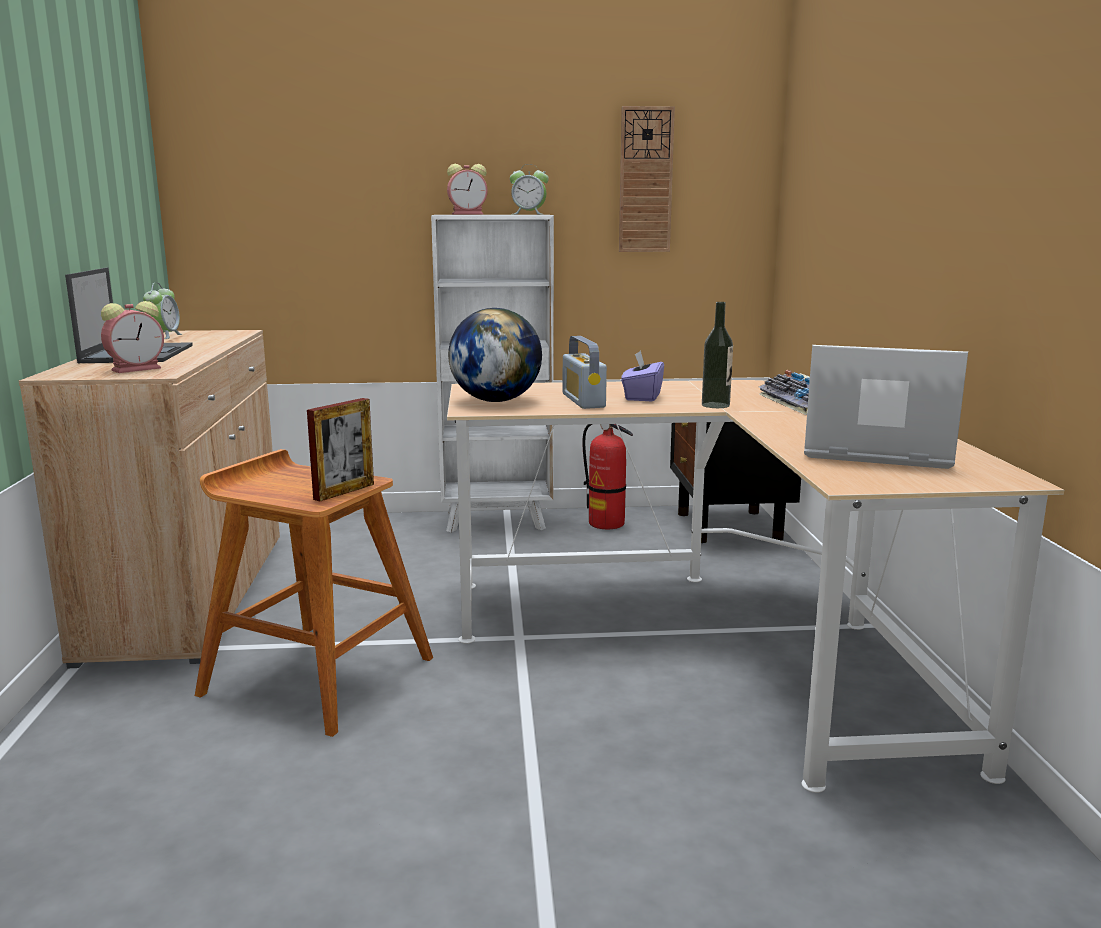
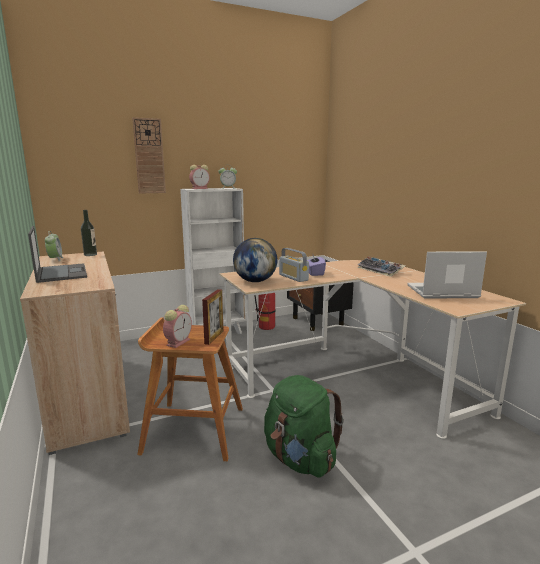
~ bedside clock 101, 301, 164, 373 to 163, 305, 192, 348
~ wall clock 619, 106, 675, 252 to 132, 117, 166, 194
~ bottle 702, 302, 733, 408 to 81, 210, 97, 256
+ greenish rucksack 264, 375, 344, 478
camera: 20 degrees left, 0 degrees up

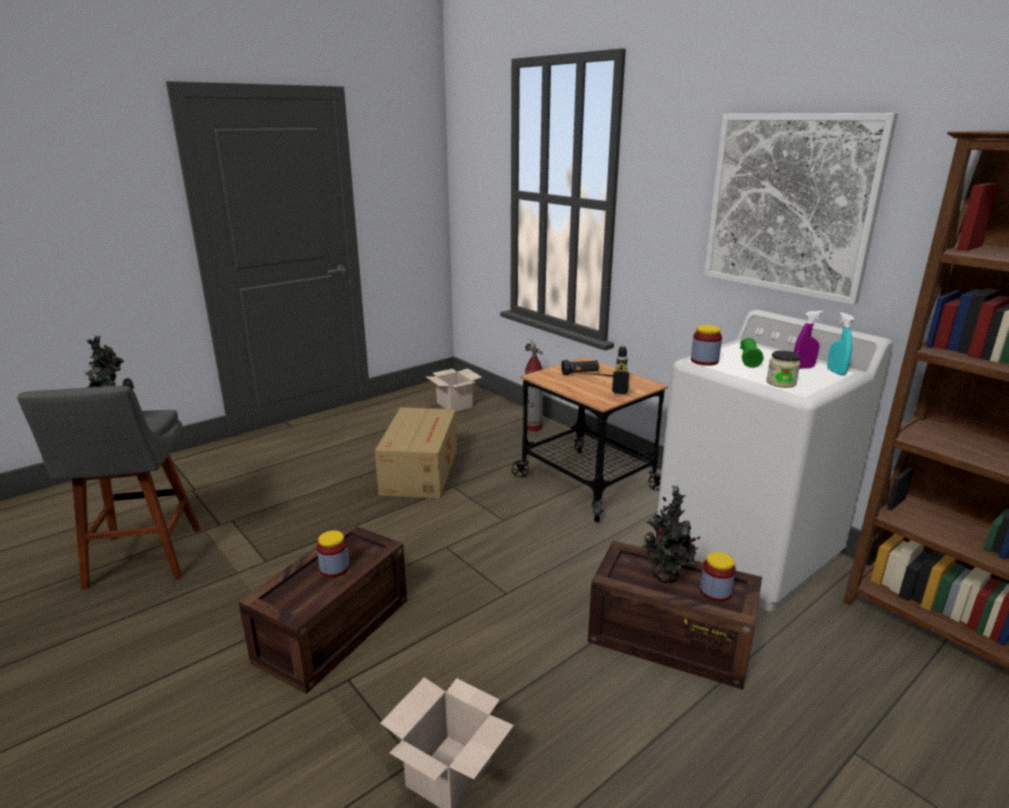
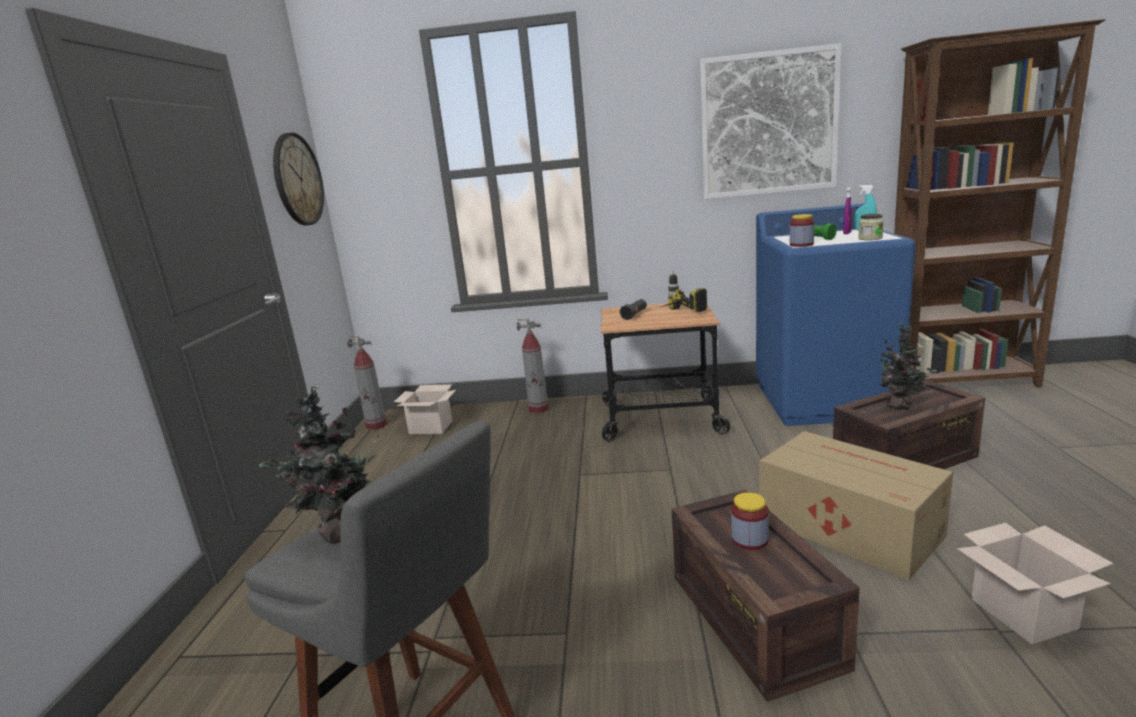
~ packing box 375, 407, 457, 498 to 759, 431, 953, 580
~ whitish laundry appliance 655, 310, 893, 611 to blue-coloured laundry appliance 756, 203, 916, 426
- preserve jar 700, 552, 736, 602
+ wall clock 273, 132, 324, 226
+ fire-fighting cylinder 347, 336, 387, 430
camera: 45 degrees left, 5 degrees down

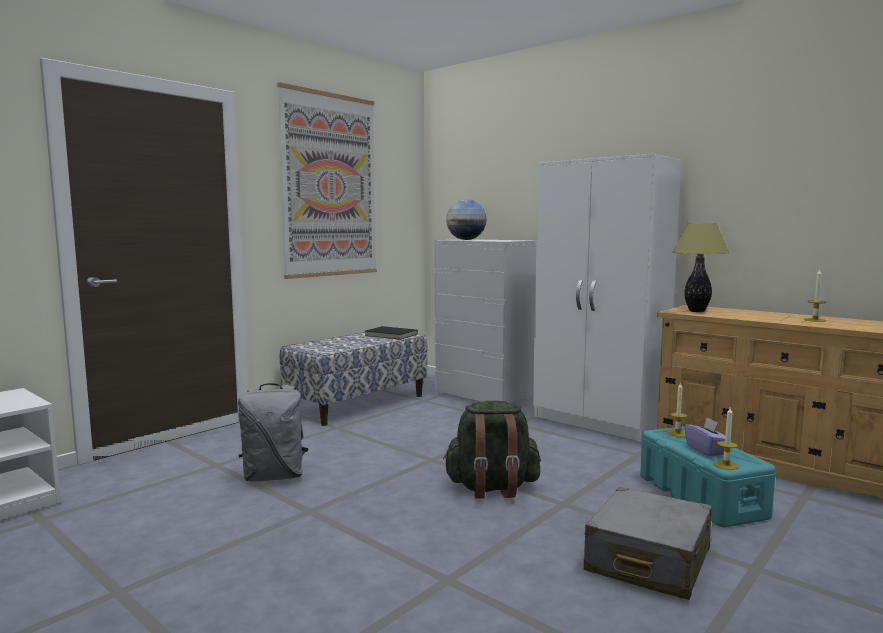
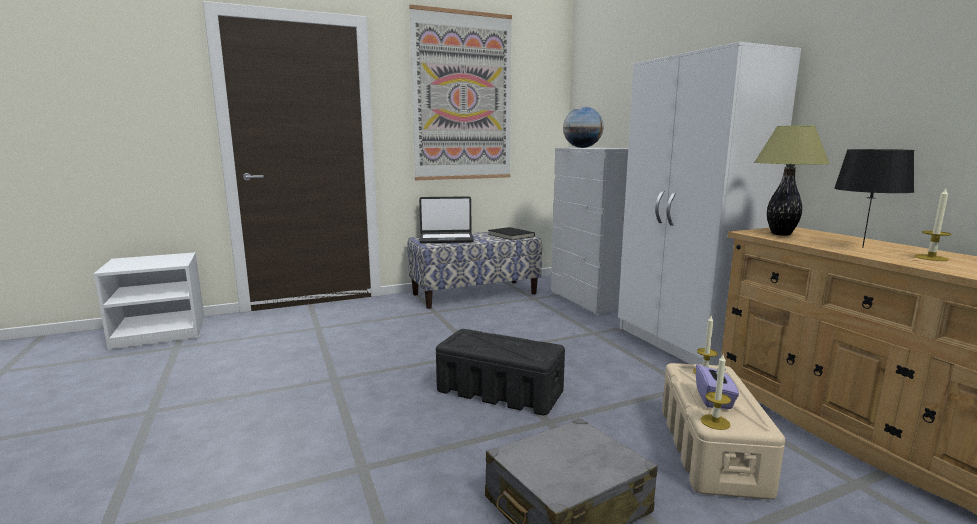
- greyish rucksack 238, 383, 309, 482
~ greenish rucksack 443, 401, 541, 499 to blackish storage container 436, 329, 565, 415
~ turquoise storage container 640, 426, 776, 527 to beige-coloured storage container 662, 363, 785, 499
+ portable computer 419, 196, 474, 243
+ blackish lamp for a table 834, 149, 915, 248
camera: 25 degrees right, 5 degrees up

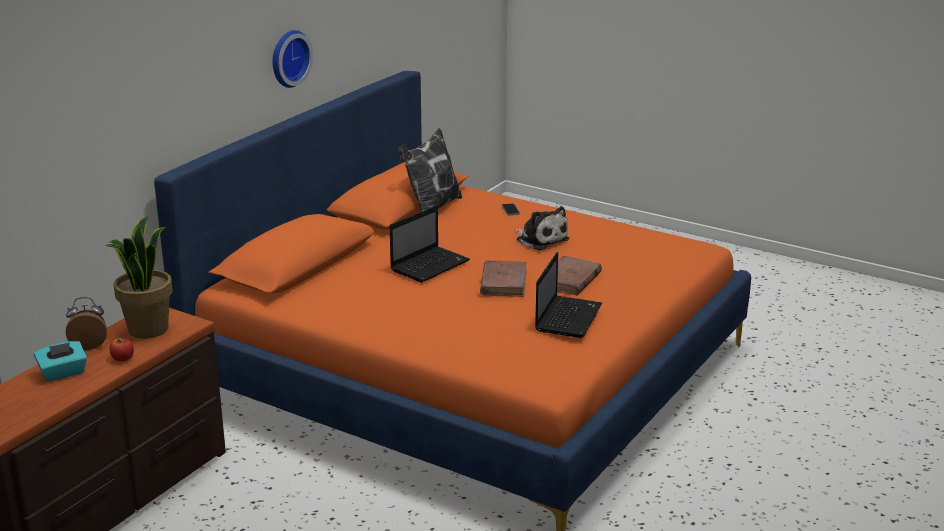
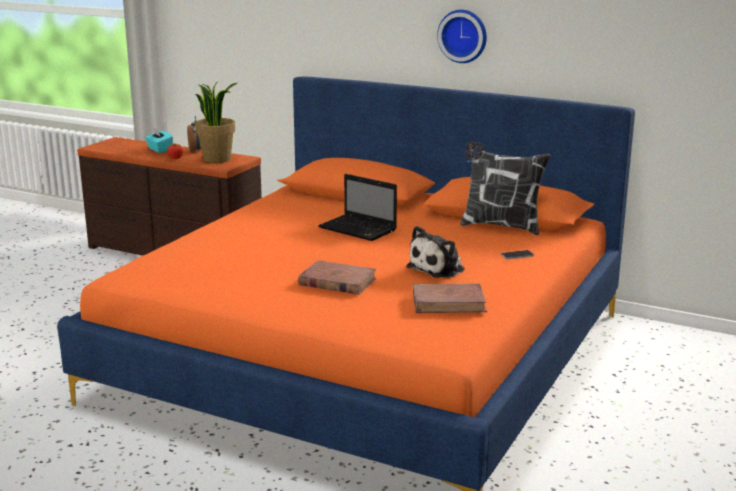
~ brown-coloured volume 480, 261, 527, 297 to 413, 284, 487, 313
- portable computer 535, 252, 602, 338
camera: 85 degrees right, 5 degrees down

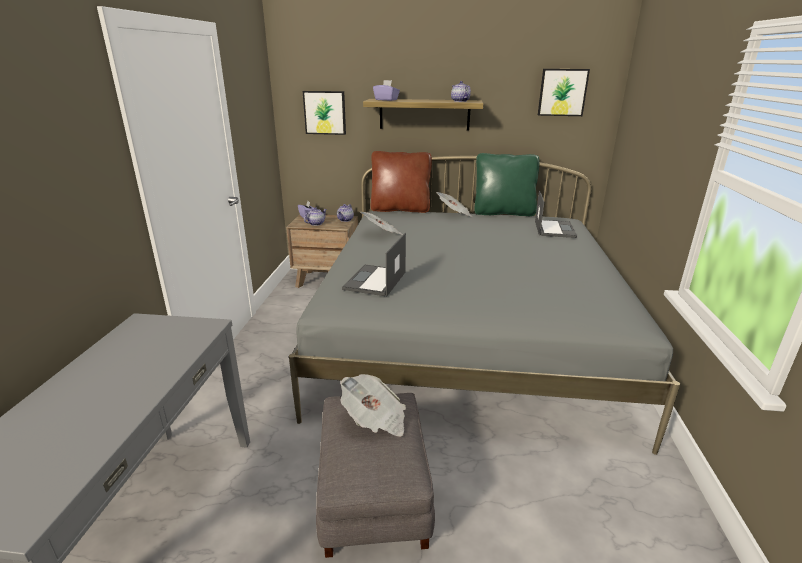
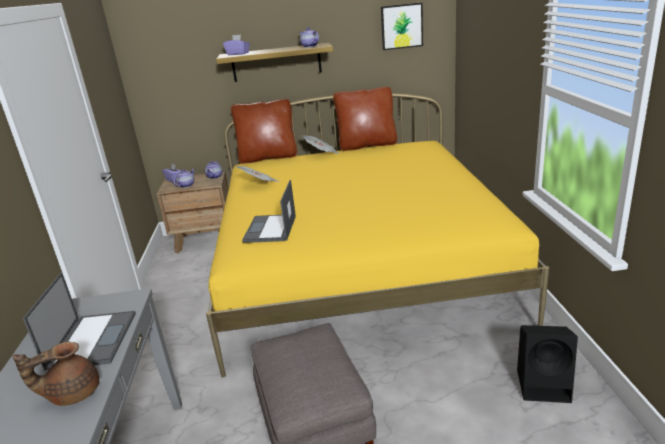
~ greyish bed 289, 156, 680, 455 to yellow-coloured bed 206, 93, 549, 377
- wall picture 303, 91, 346, 135
- printed paper 340, 374, 406, 437
~ greenish pillow 475, 153, 539, 216 to brown-coloured pillow 333, 87, 397, 151
~ portable computer 535, 190, 577, 238 to 23, 272, 136, 370
+ brown-coloured pot for tea 13, 341, 99, 406
+ blackish loudspeaker 517, 325, 578, 403
camera: 10 degrees left, 0 degrees up

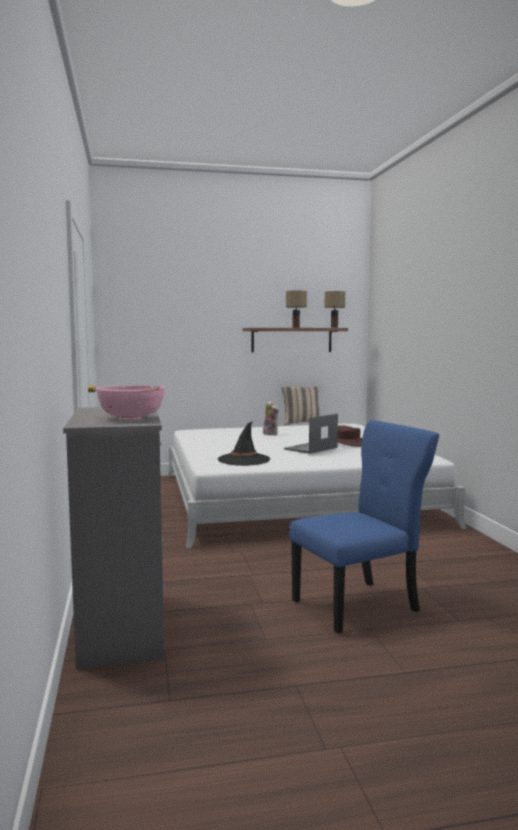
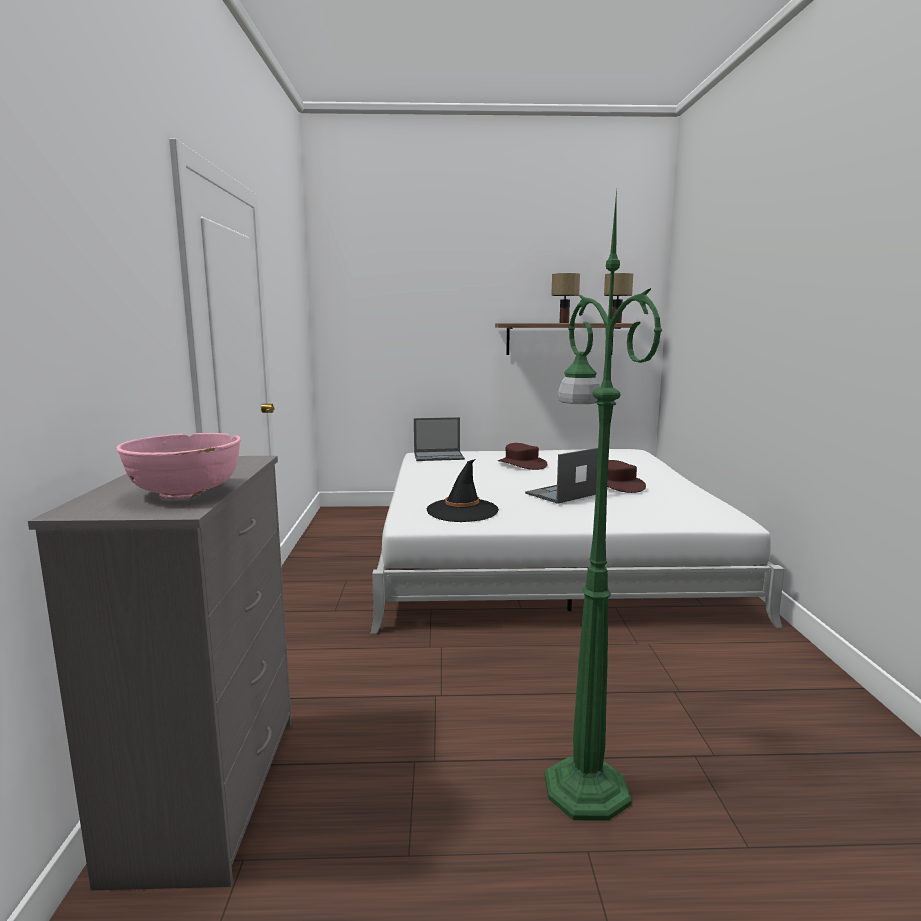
~ plush toy 261, 401, 279, 435 to brown-coloured hat 498, 443, 547, 470
- beige-coloured pillow 281, 385, 320, 425
~ blue-coloured upright chair 289, 420, 439, 633 to greenish standard lamp 545, 189, 663, 821
+ portable computer 414, 417, 465, 461
camera: 10 degrees right, 5 degrees up

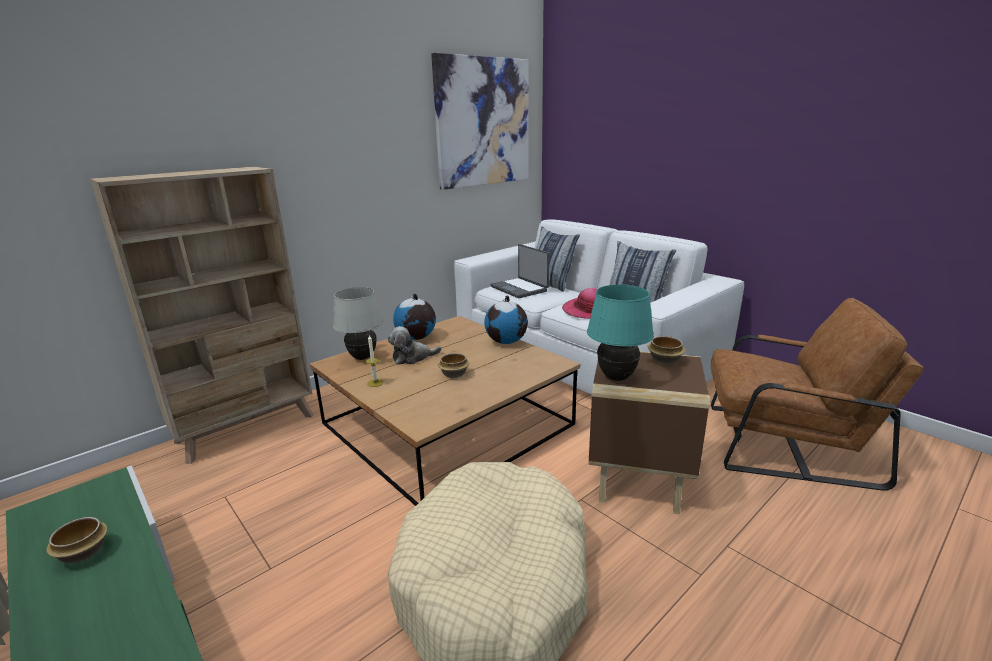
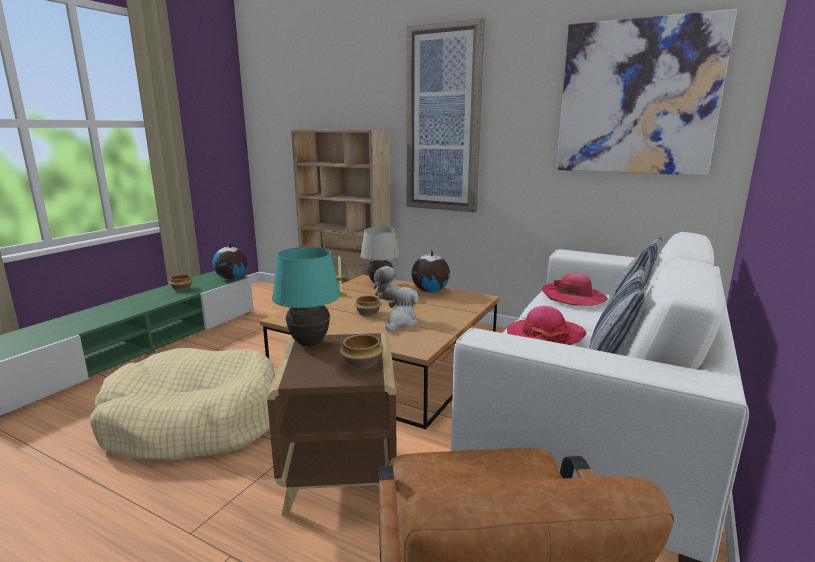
~ desk globe 484, 295, 528, 344 to 212, 243, 247, 279
~ portable computer 490, 244, 549, 298 to hat 542, 273, 608, 306
+ plush toy 385, 287, 419, 332
+ wall picture 407, 18, 485, 212
camera: 70 degrees right, 5 degrees down

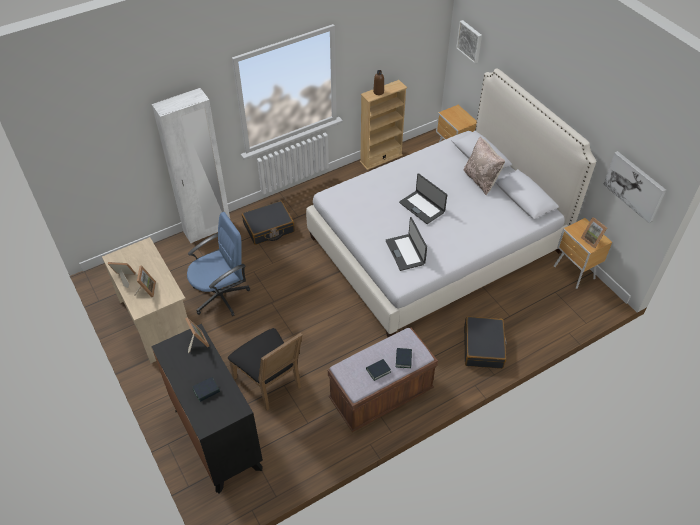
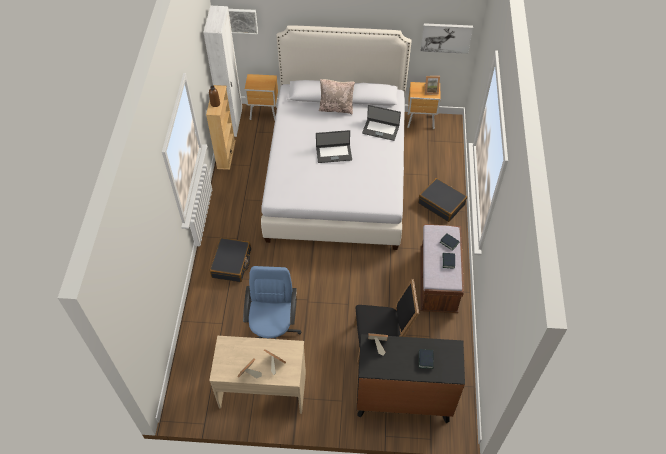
~ whitish clothes cupboard 152, 88, 230, 243 to 203, 6, 242, 137
~ portable computer 386, 217, 427, 271 to 362, 105, 401, 141
camera: 55 degrees left, 5 degrees up

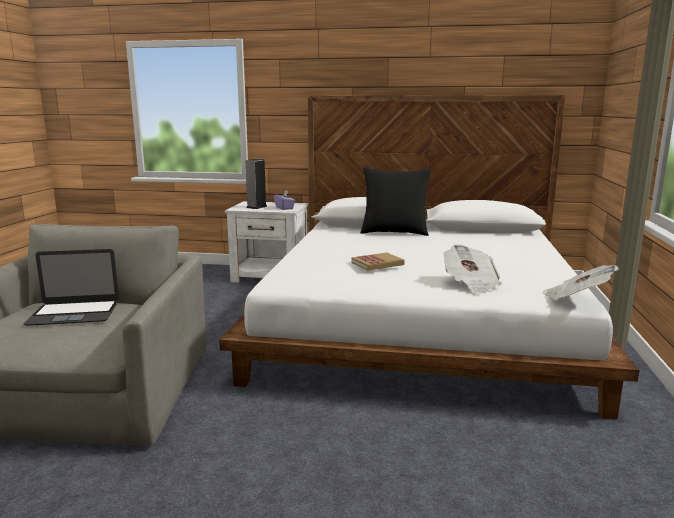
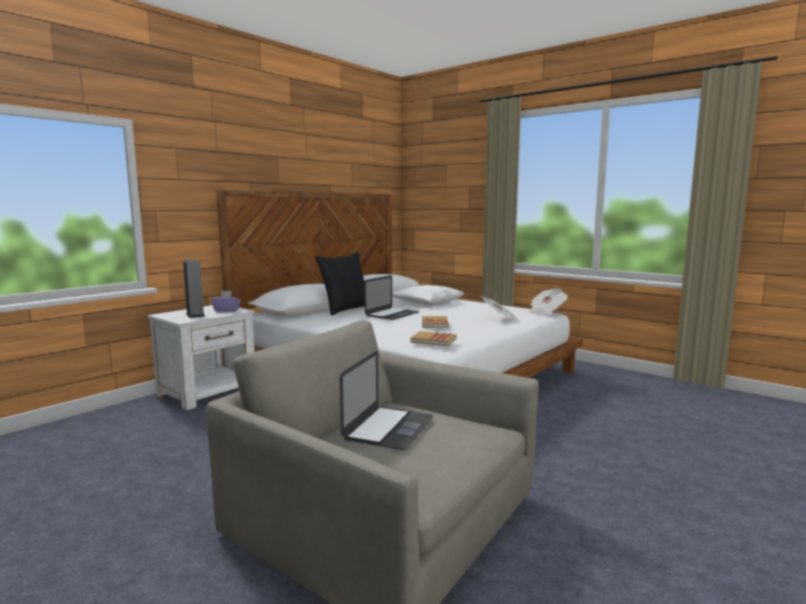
+ portable computer 364, 275, 419, 320
+ whitish pillow 392, 285, 464, 305
+ volume 410, 331, 456, 346
camera: 60 degrees left, 5 degrees down

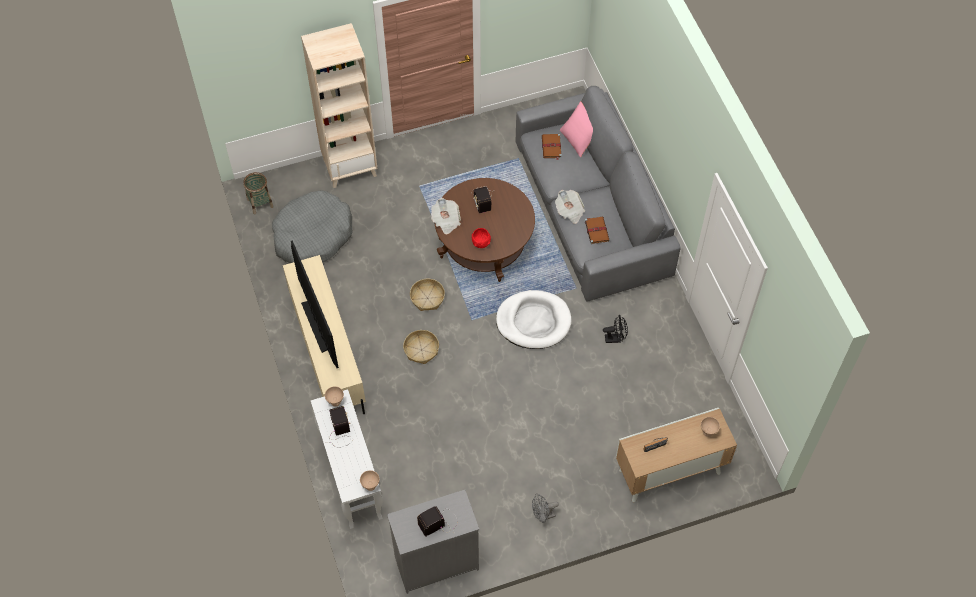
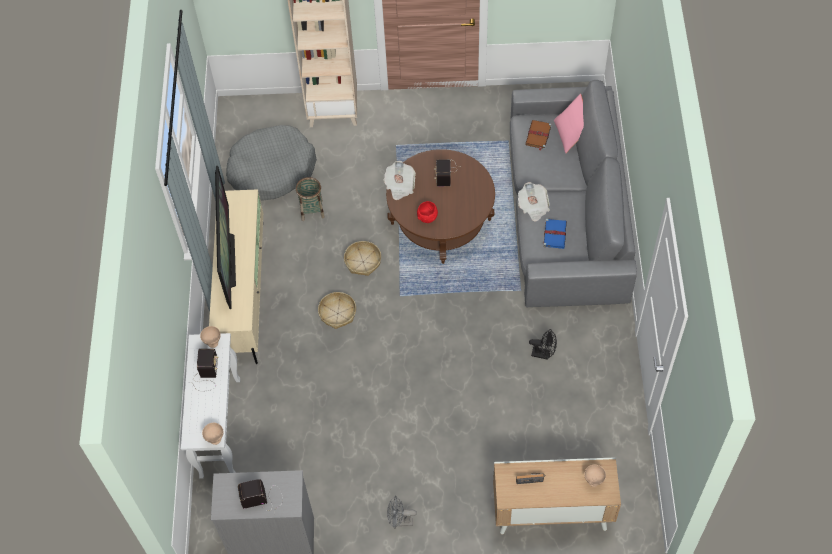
~ household basket 243, 172, 274, 215 to 296, 177, 325, 221
- whitish dog cushion 496, 290, 572, 349
~ brown-coloured volume 585, 217, 610, 244 to blue-coloured volume 543, 219, 567, 249
camera: 20 degrees right, 0 degrees up

